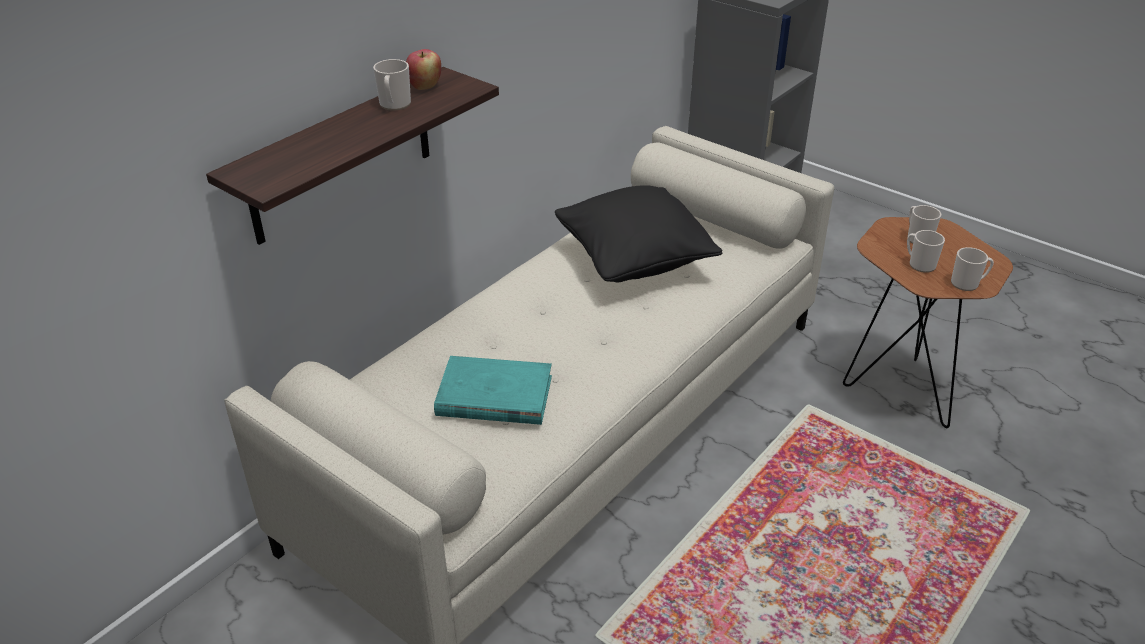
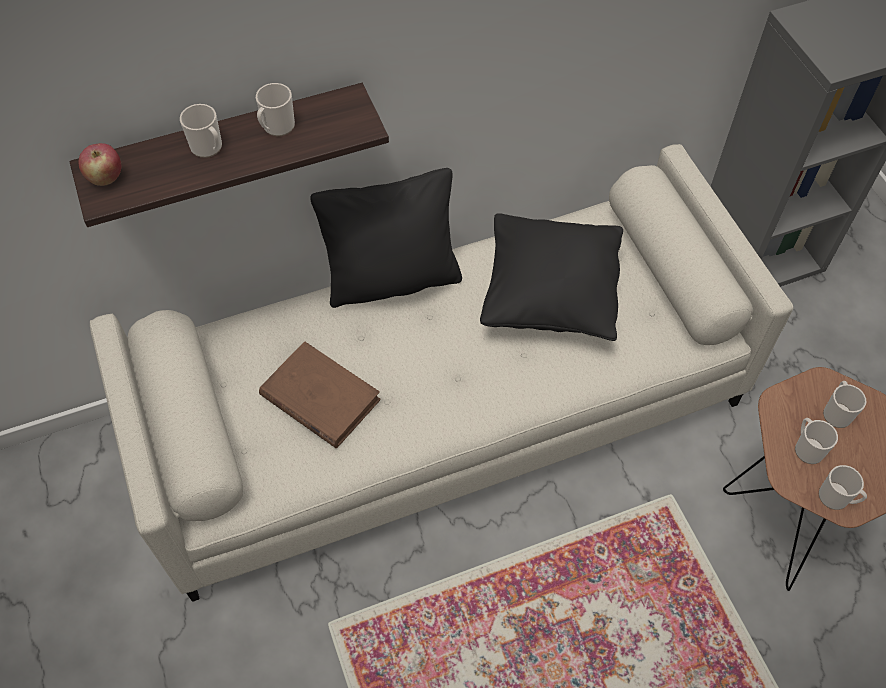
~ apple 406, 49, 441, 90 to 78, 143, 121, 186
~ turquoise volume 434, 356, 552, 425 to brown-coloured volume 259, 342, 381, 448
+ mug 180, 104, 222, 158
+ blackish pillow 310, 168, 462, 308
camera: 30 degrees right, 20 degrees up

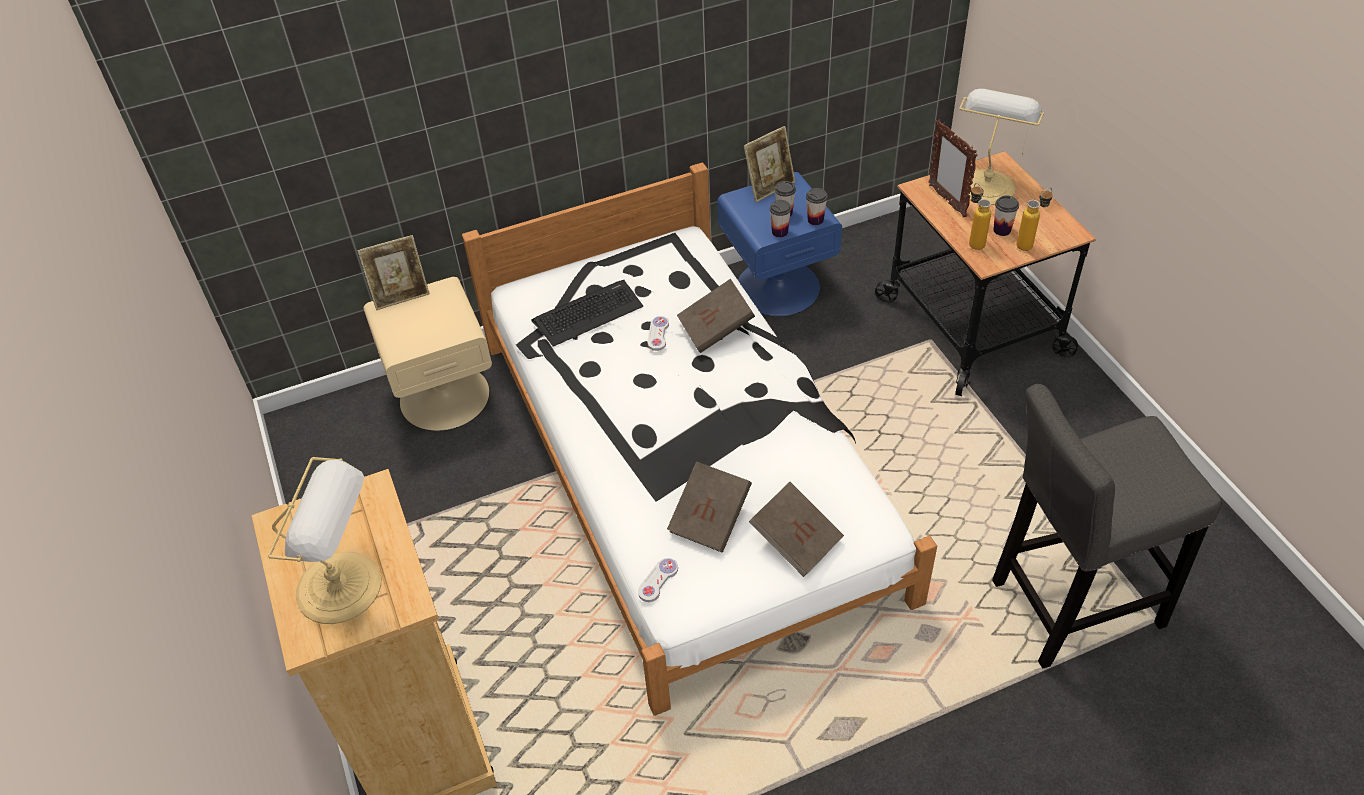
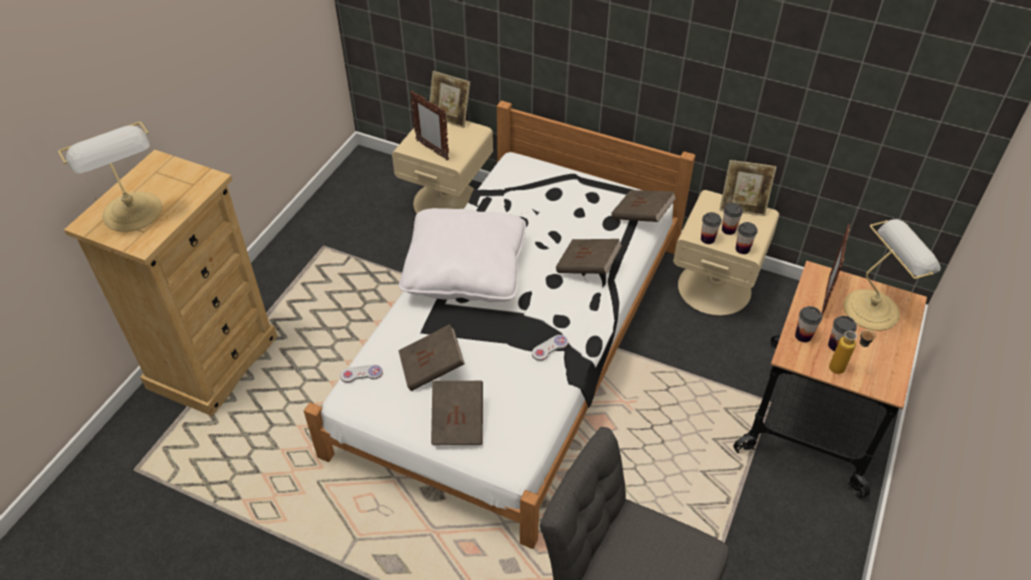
- computer keyboard 531, 280, 643, 347
~ whitish joypad 648, 316, 669, 351 to 532, 335, 568, 361
~ blue-coloured bedside table 717, 172, 842, 316 to beige-coloured bedside table 673, 190, 779, 316
~ bottle 969, 183, 991, 250 to cup 795, 306, 822, 342
+ whitish pillow 399, 208, 526, 302
+ picture frame 410, 91, 449, 160
+ brown-coloured volume 611, 190, 676, 222
camera: 45 degrees right, 0 degrees up

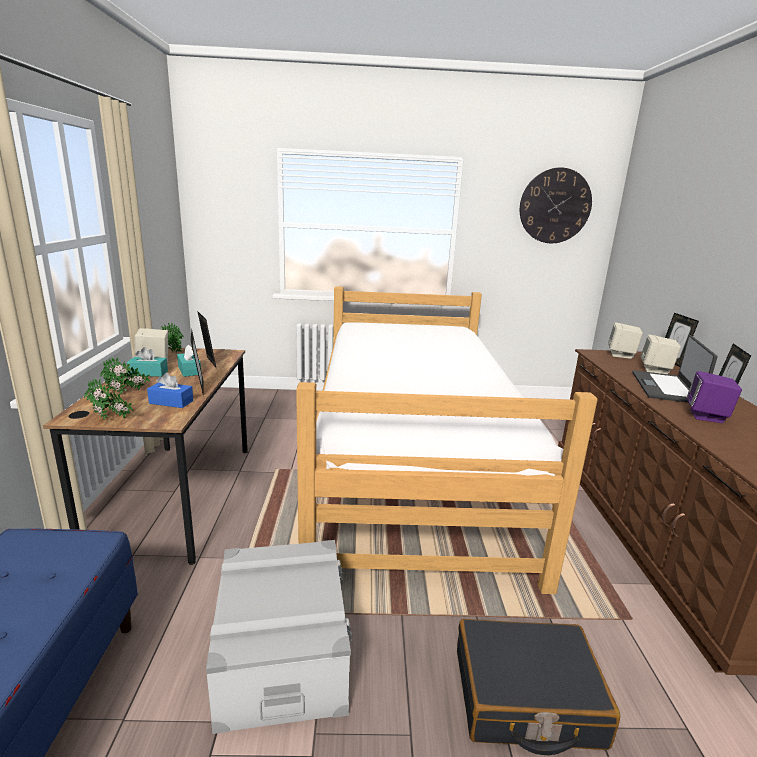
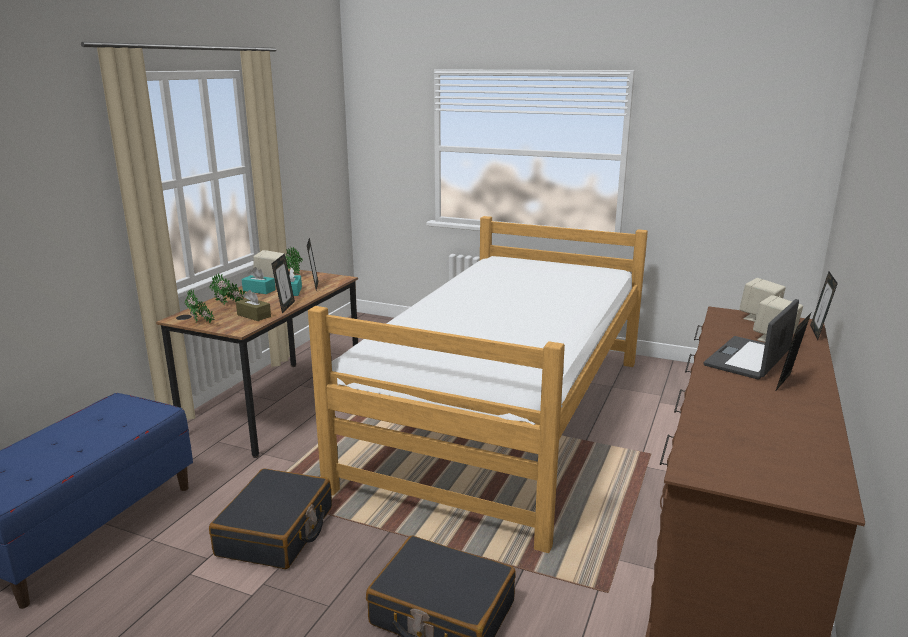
~ blue-coloured tissue holder 147, 373, 193, 408 to brown-coloured tissue holder 236, 290, 271, 321
~ greyish storage container 206, 540, 352, 734 to blackish suitcase 209, 469, 332, 569
- wall clock 520, 167, 592, 243
- purple loudspeaker 686, 371, 742, 423
camera: 25 degrees right, 0 degrees up

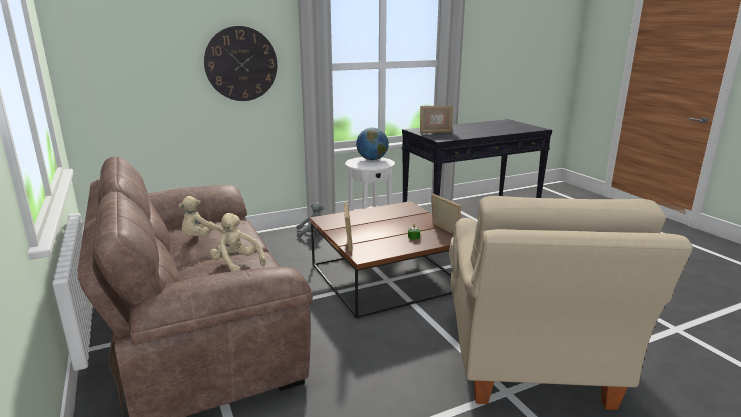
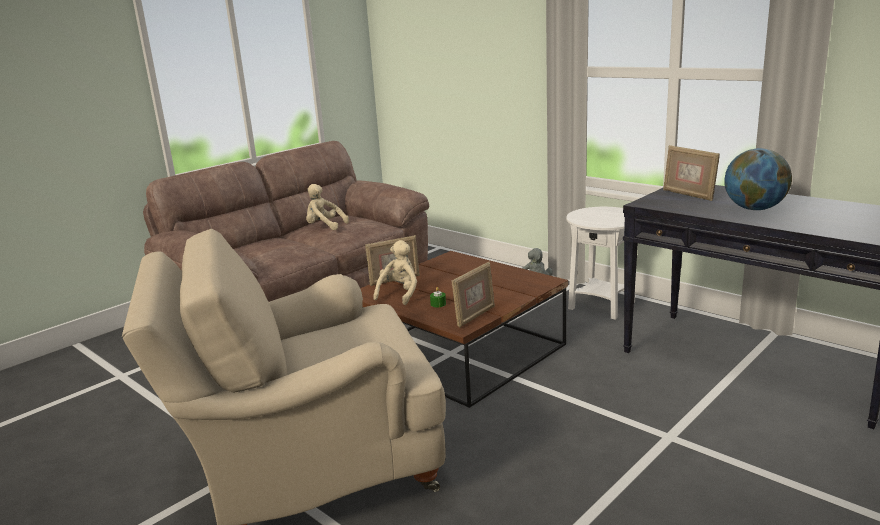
- wall clock 204, 26, 277, 101
~ beige-coloured plush toy 210, 213, 266, 271 to 373, 240, 417, 305
~ desk globe 356, 128, 389, 160 to 724, 148, 792, 210
camera: 70 degrees right, 0 degrees up

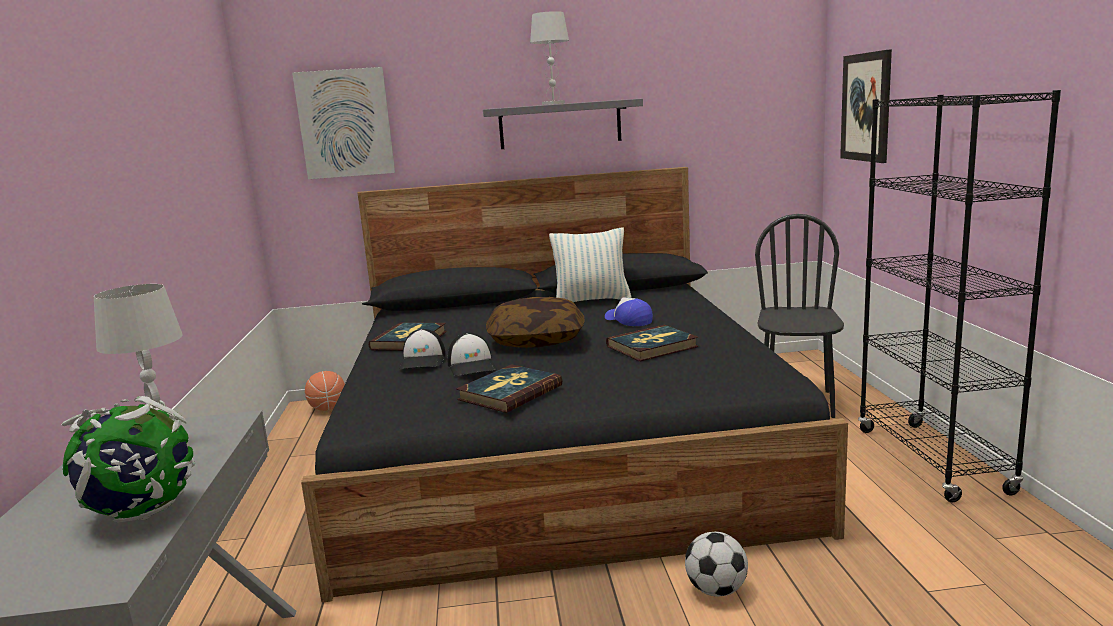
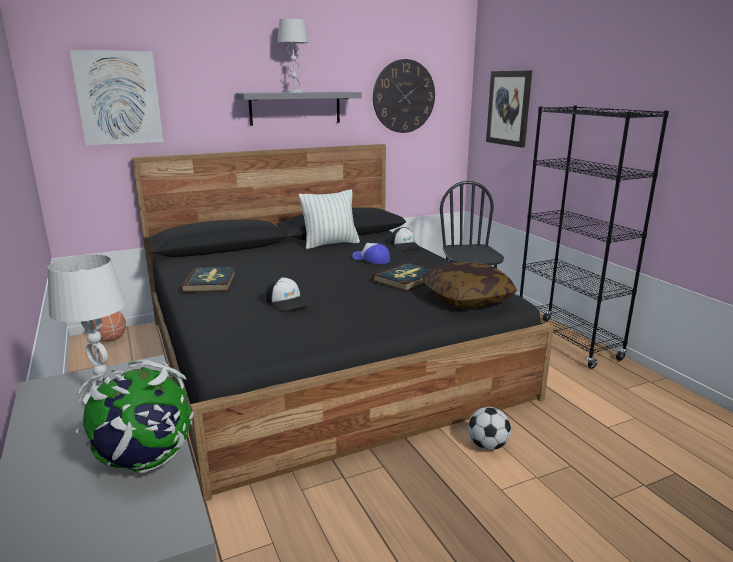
~ cap 400, 329, 446, 369 to 390, 227, 421, 250
- volume 456, 364, 562, 413
~ pillow 486, 297, 585, 348 to 422, 262, 517, 308
+ wall clock 373, 59, 435, 133
camera: 20 degrees left, 5 degrees up

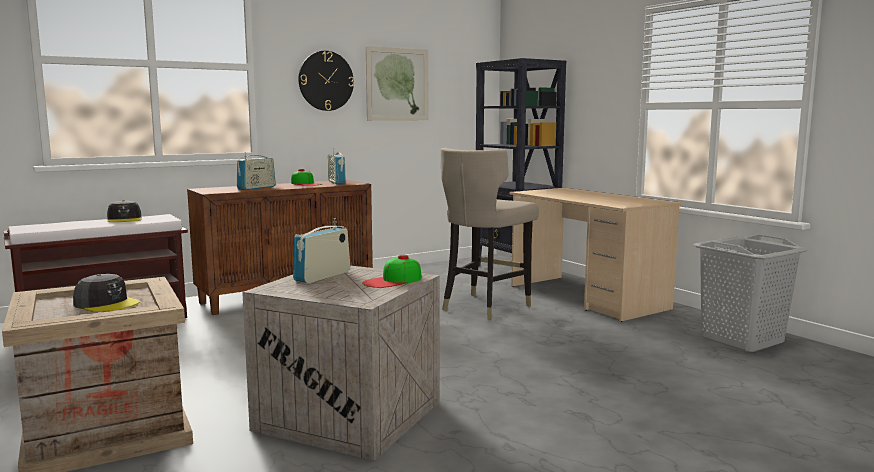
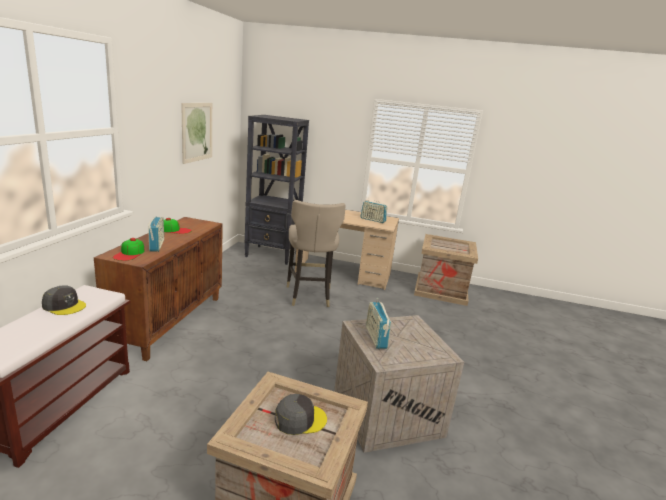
- wall clock 298, 51, 354, 111
~ radio receiver 328, 148, 346, 185 to 361, 199, 387, 223
~ cap 362, 255, 422, 288 to 113, 238, 145, 261
~ greyish laundry basket 694, 234, 808, 352 to shipping crate 414, 234, 478, 306
camera: 45 degrees left, 10 degrees up

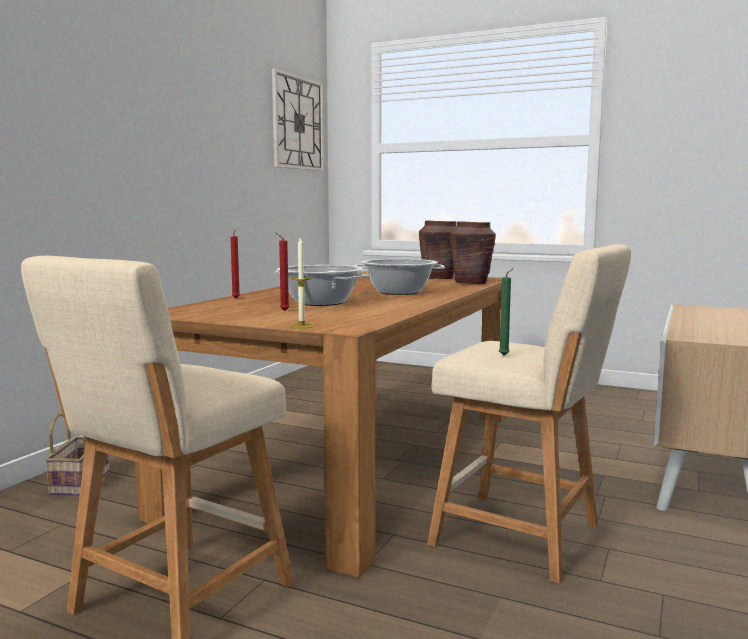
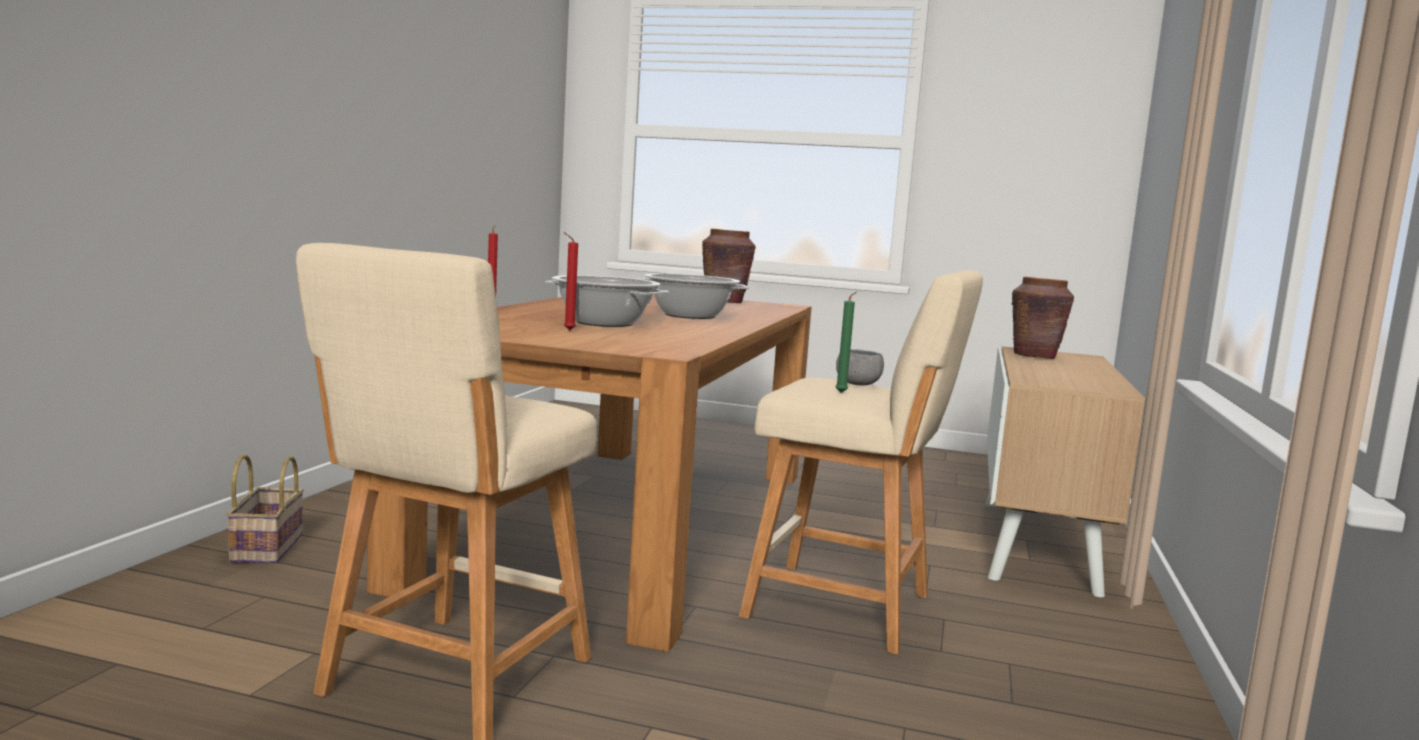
- wall clock 272, 68, 324, 171
- wax light 290, 238, 314, 329
~ brown-coloured vase 450, 222, 496, 284 to 1012, 277, 1074, 359
+ greyish deep dish 836, 349, 884, 386
camera: 10 degrees left, 0 degrees up

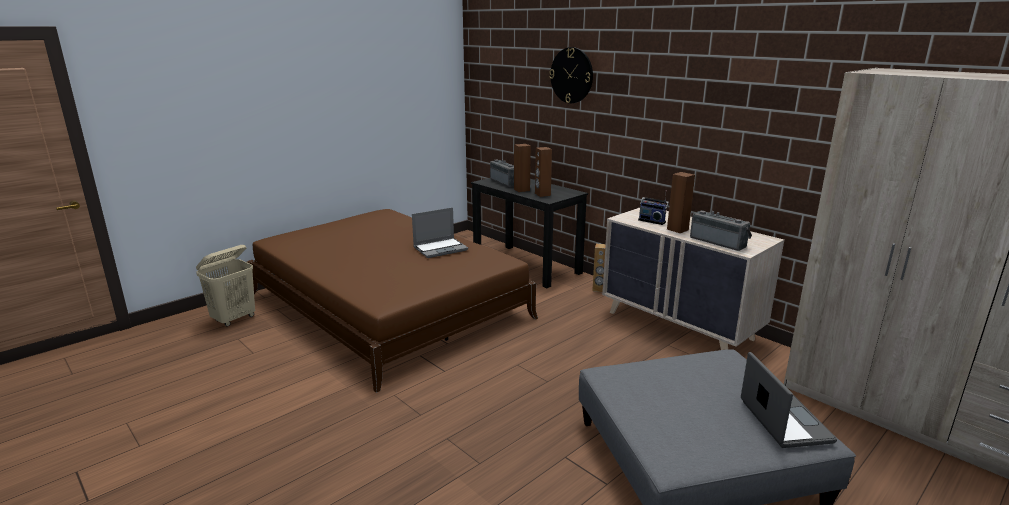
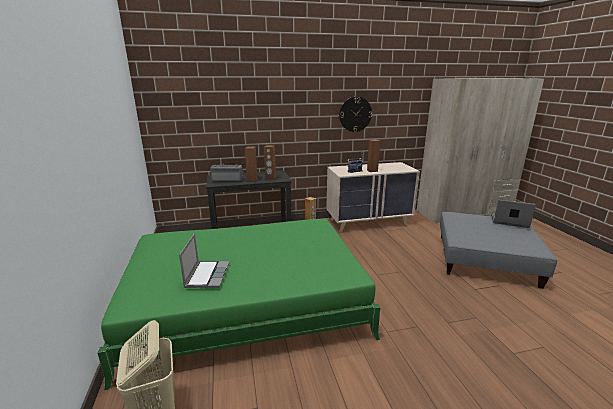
~ brown-coloured bed 247, 209, 538, 393 to greenish bed 97, 219, 381, 390
~ portable computer 412, 207, 468, 258 to 179, 233, 230, 288
~ wall clock 549, 47, 593, 103 to 339, 97, 372, 132
- radio receiver 690, 210, 752, 251
camera: 60 degrees left, 0 degrees up

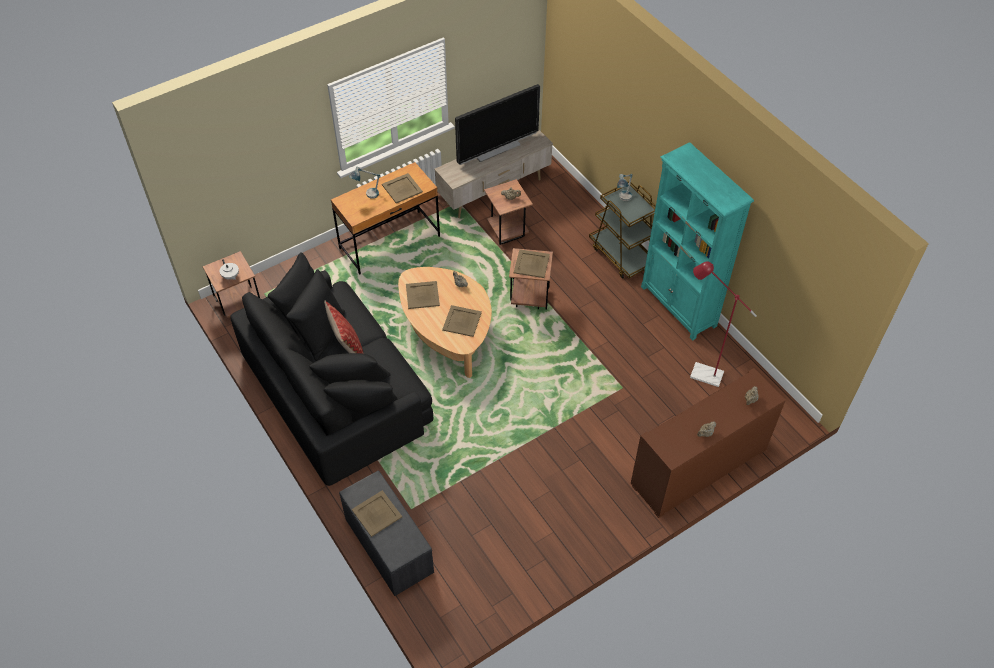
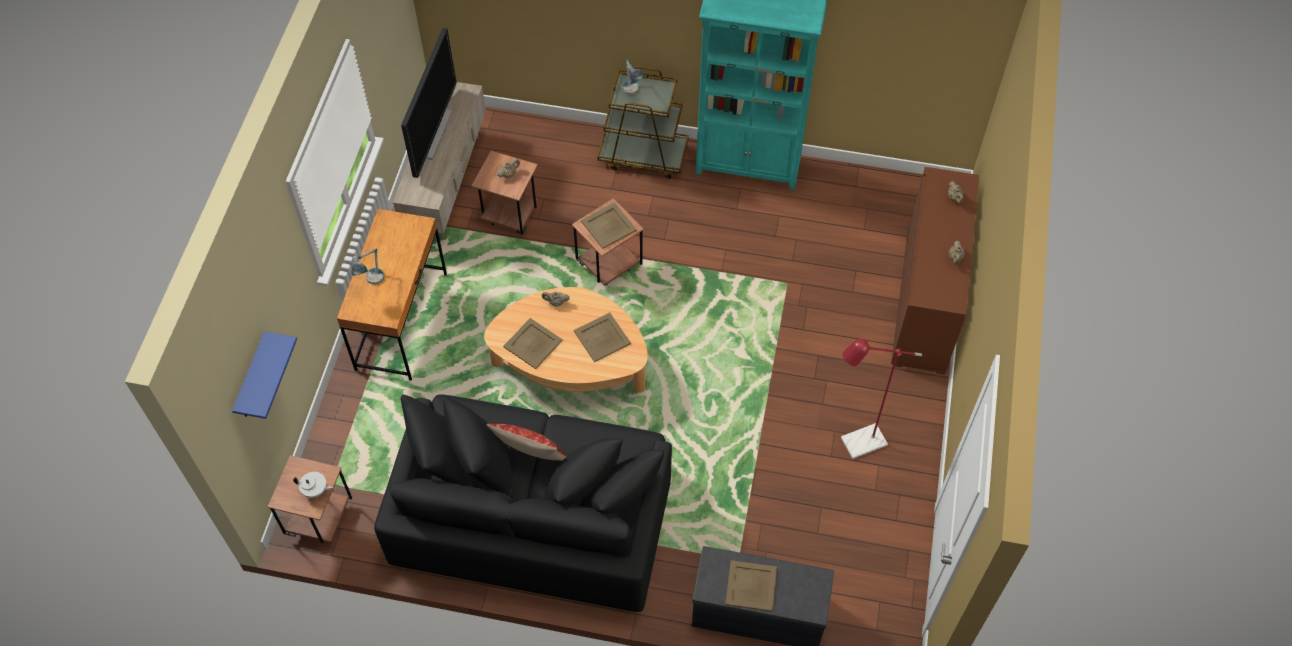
- beige-coloured carrying tray 382, 173, 423, 203
~ reddish standard lamp 690, 261, 757, 387 to 841, 339, 922, 459
+ blue-coloured bracket shelf 232, 331, 297, 419
camera: 45 degrees left, 5 degrees up

